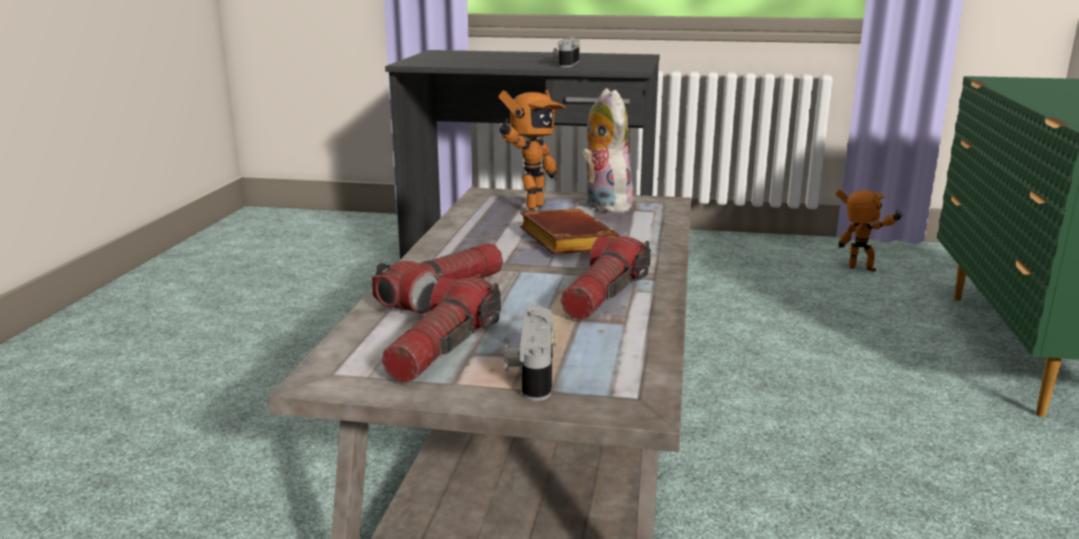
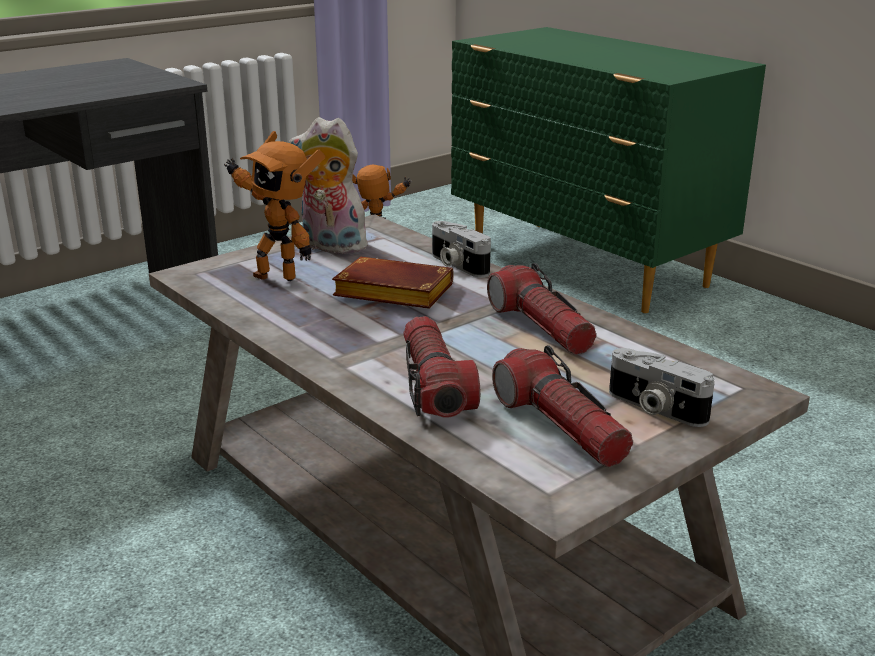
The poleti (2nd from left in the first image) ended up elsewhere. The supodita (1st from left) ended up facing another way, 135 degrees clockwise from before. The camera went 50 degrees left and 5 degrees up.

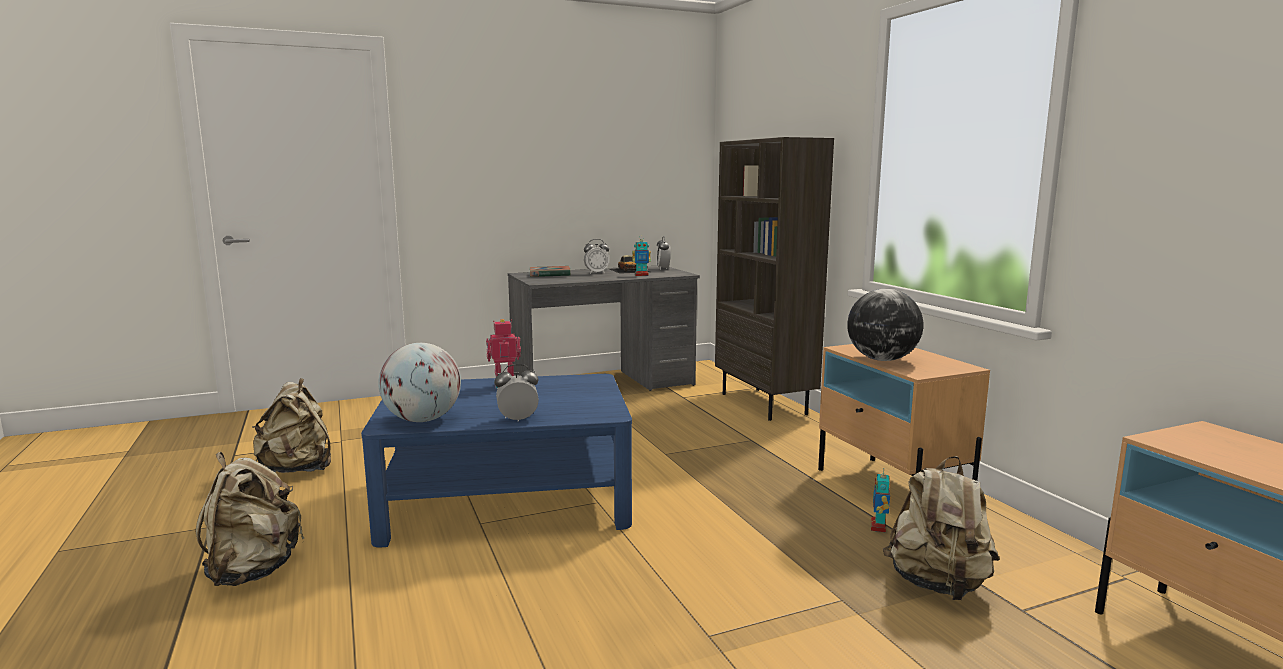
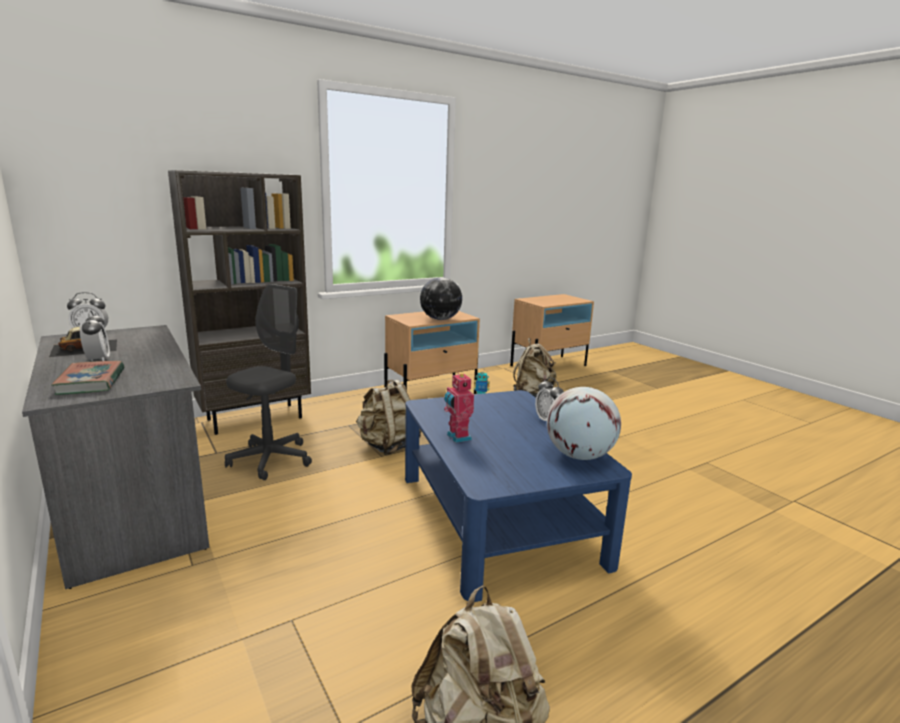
The second view lost the supodita (2nd from left). The second view gained the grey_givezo. The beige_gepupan (1st from left) ended up elsewhere. The camera went 100 degrees left and 5 degrees up.

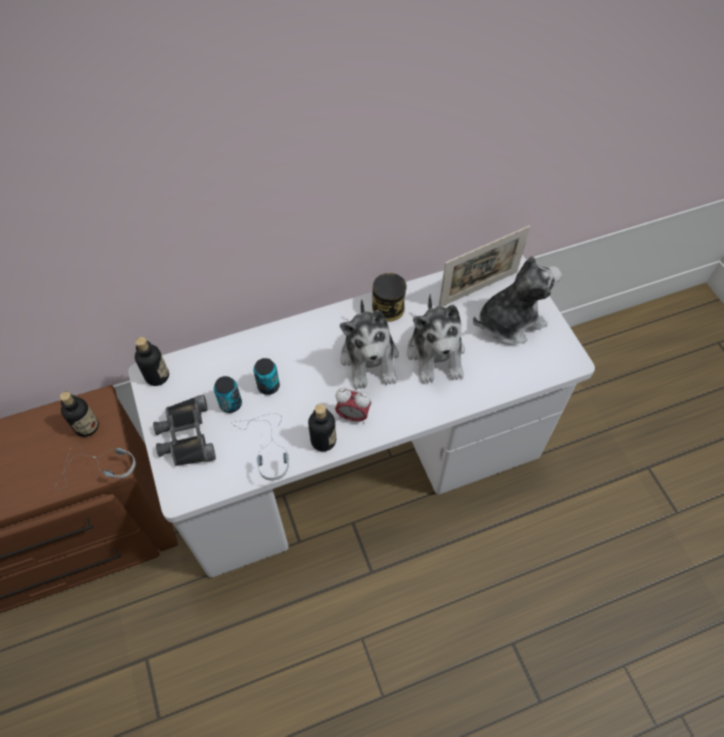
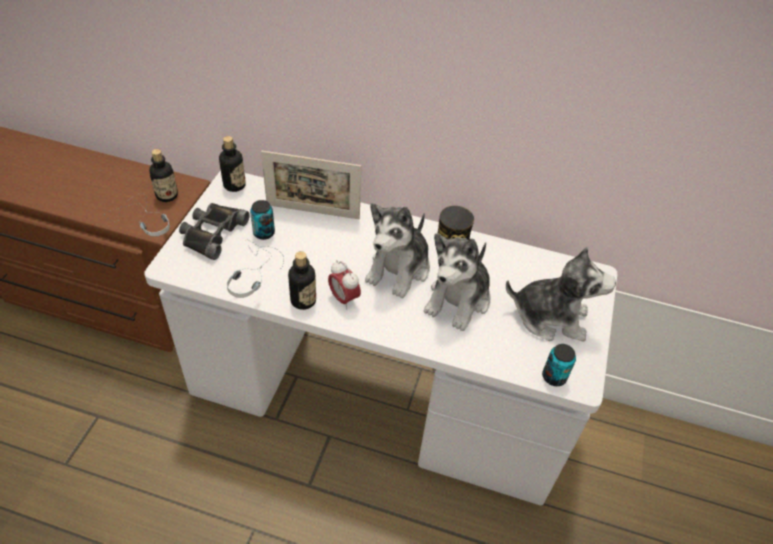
The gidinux (2nd from left in the first image) ended up elsewhere. The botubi ended up elsewhere. The camera went 35 degrees right and 10 degrees down.

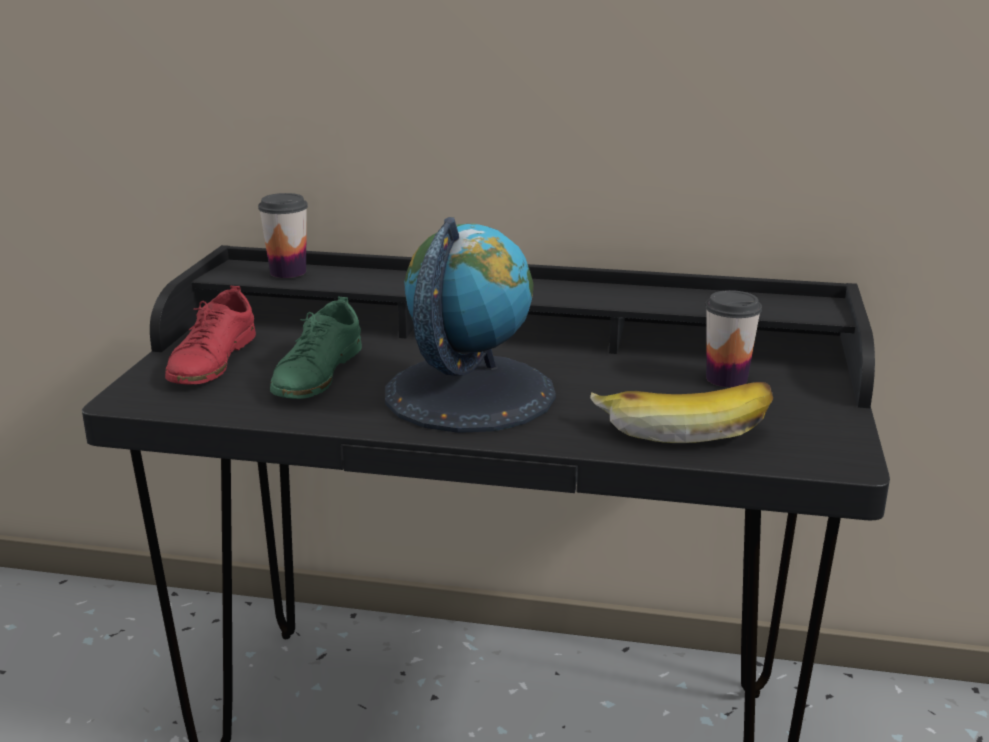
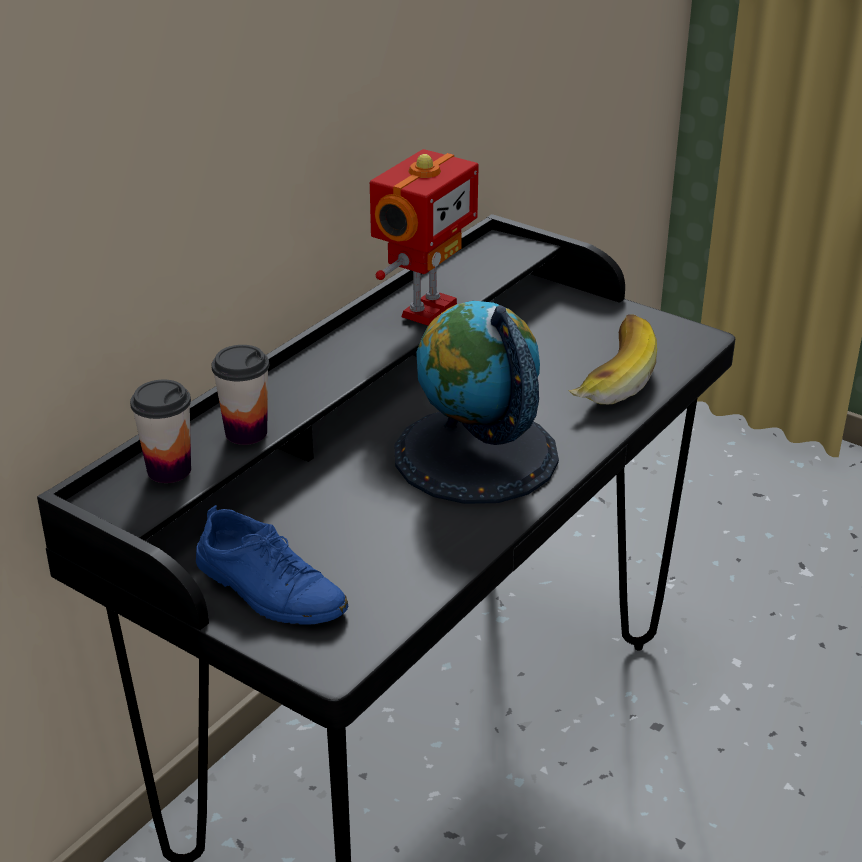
The second view lost the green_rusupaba. The second view gained the supodita. The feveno (2nd from left) ended up elsewhere. What was the red_rusupaba turned into the blue_rusupaba. The camera went 65 degrees left and 10 degrees up.

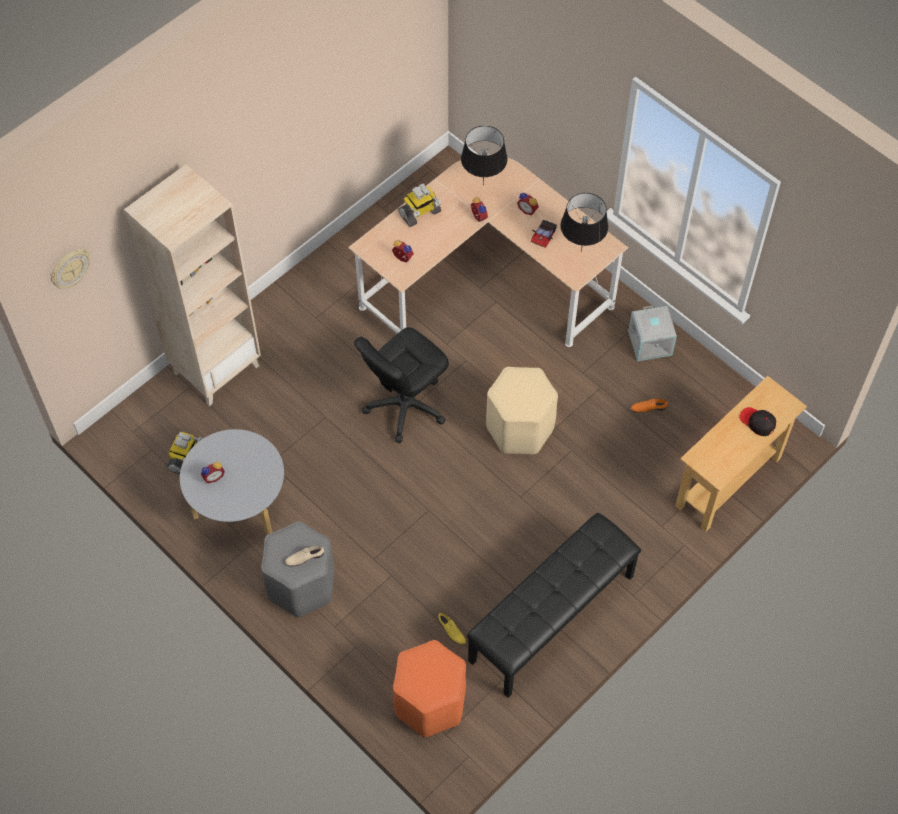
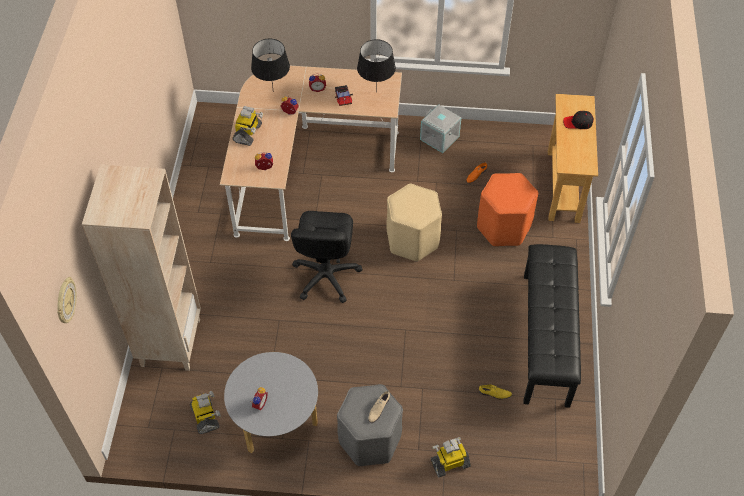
The second view gained the supodita (3rd from left). The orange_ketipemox ended up elsewhere. The camera went 40 degrees left and 5 degrees down.

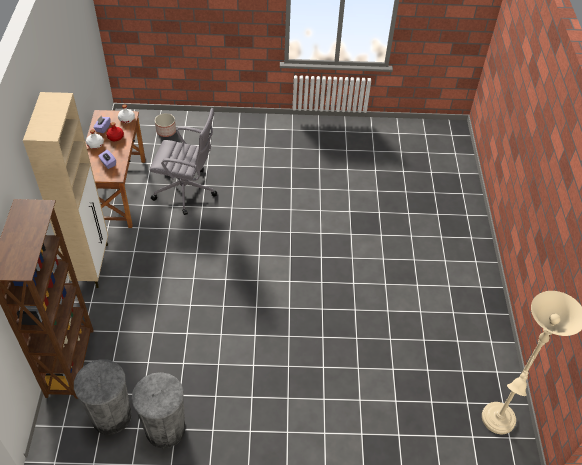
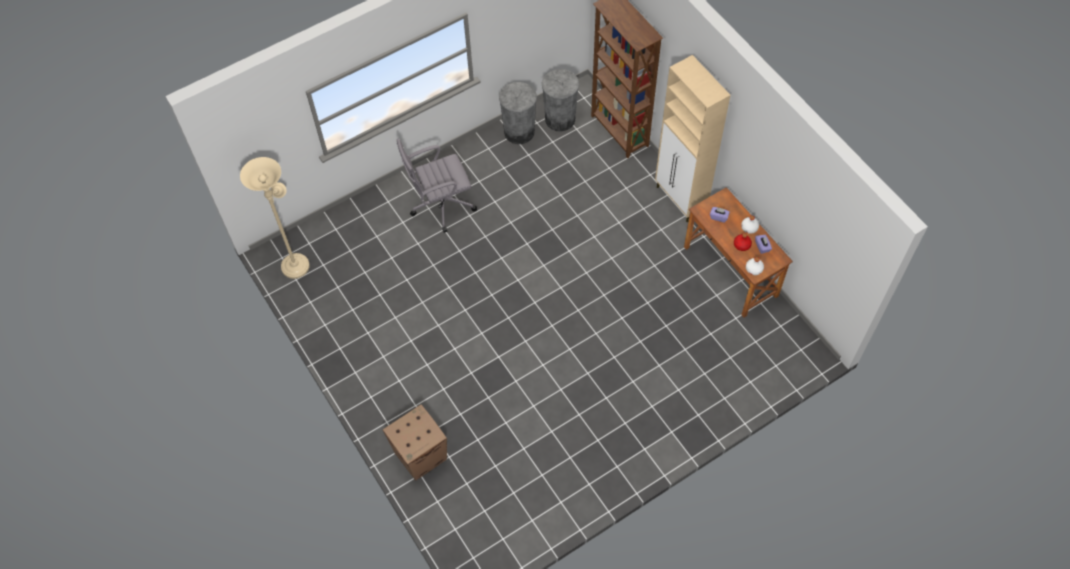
The second view lost the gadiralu. The second view gained the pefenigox. The grey_givezo ended up elsewhere. The camera went 150 degrees right and 10 degrees up.

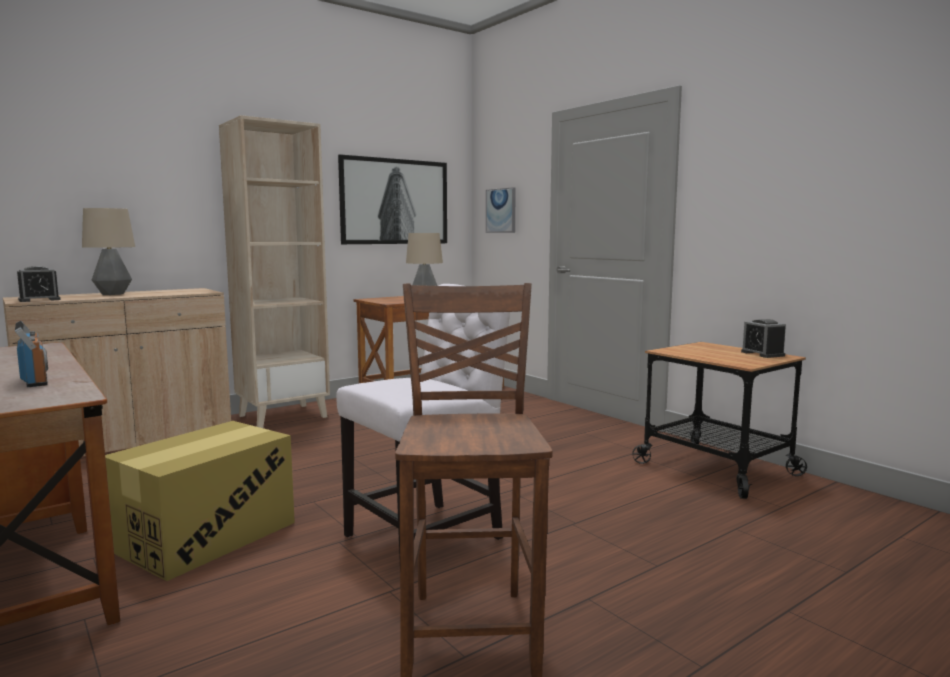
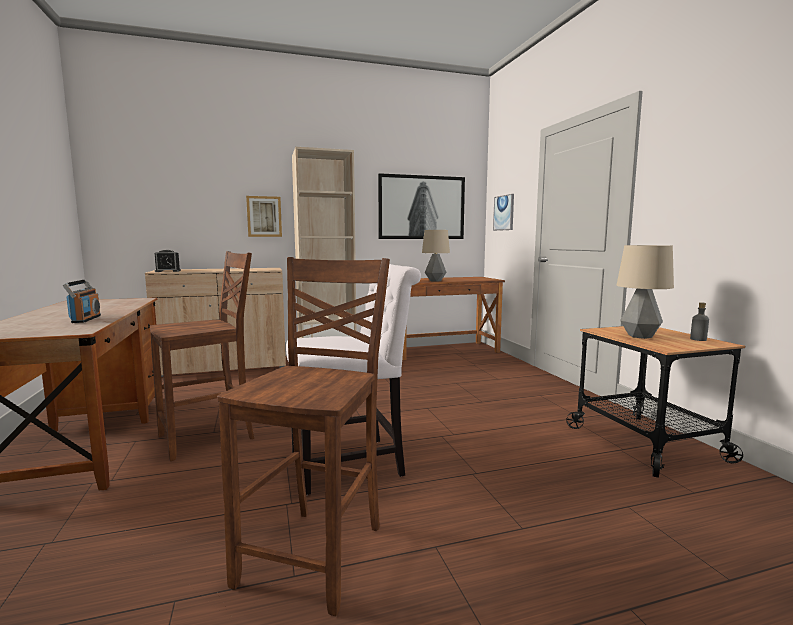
The second view gained the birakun (1st from left). The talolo (1st from left in the first image) ended up elsewhere. Where the pefenigox stood, the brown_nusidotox (1st from left) came to stand. Where the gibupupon (2nd from left) stood, the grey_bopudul came to stand. The camera went 20 degrees right and 0 degrees up.

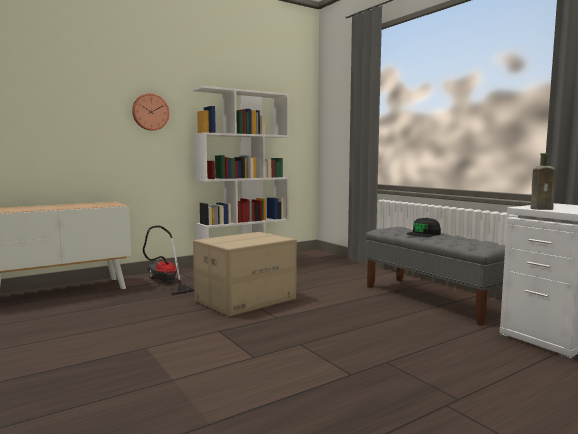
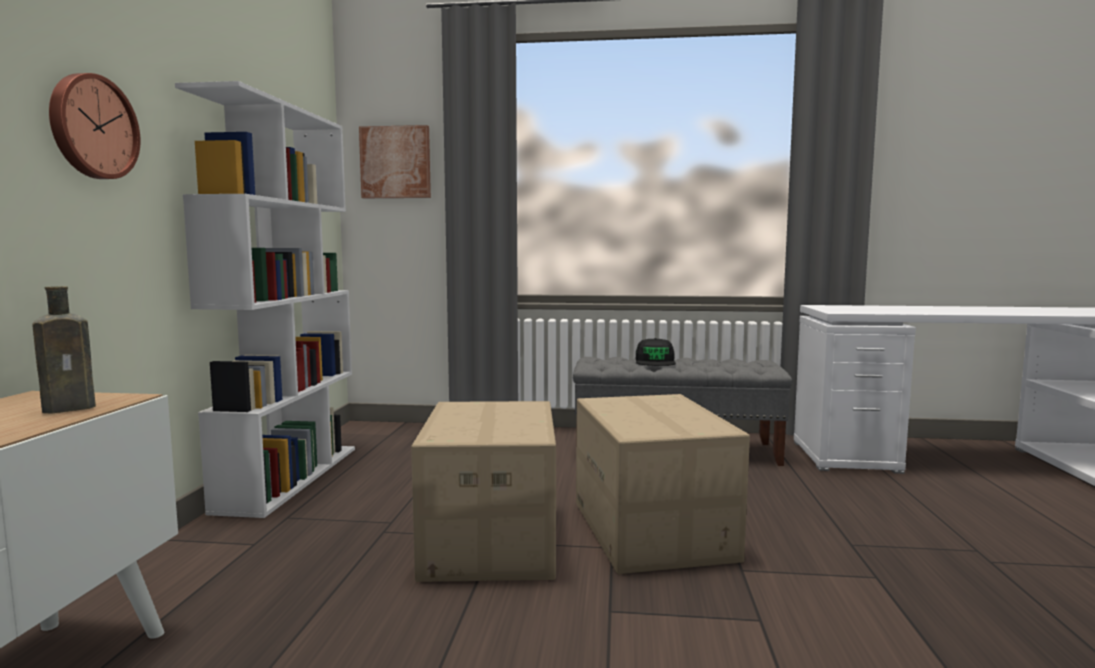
The second view lost the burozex. The second view gained the birakun. The second view gained the pefenigox (2nd from left). The brown_bopudul ended up elsewhere. The camera went 50 degrees left and 0 degrees up.

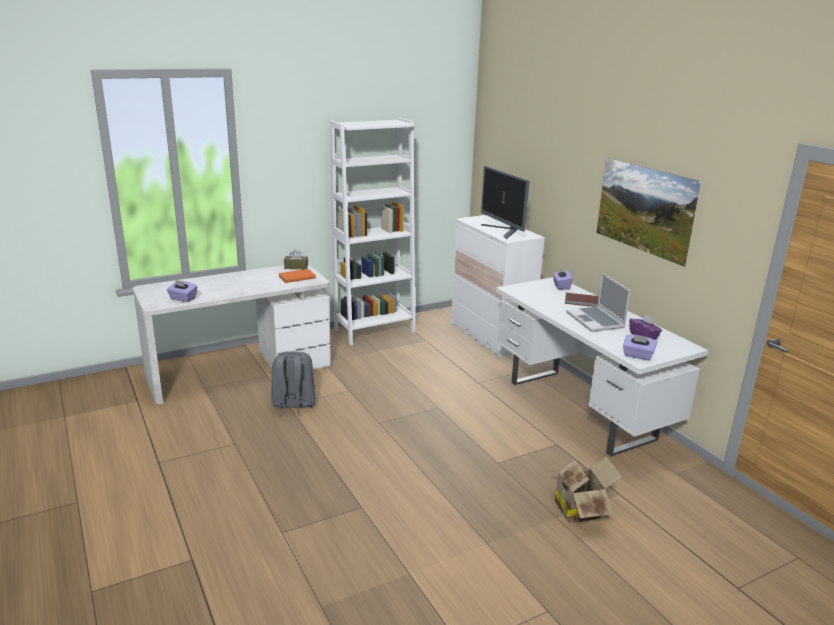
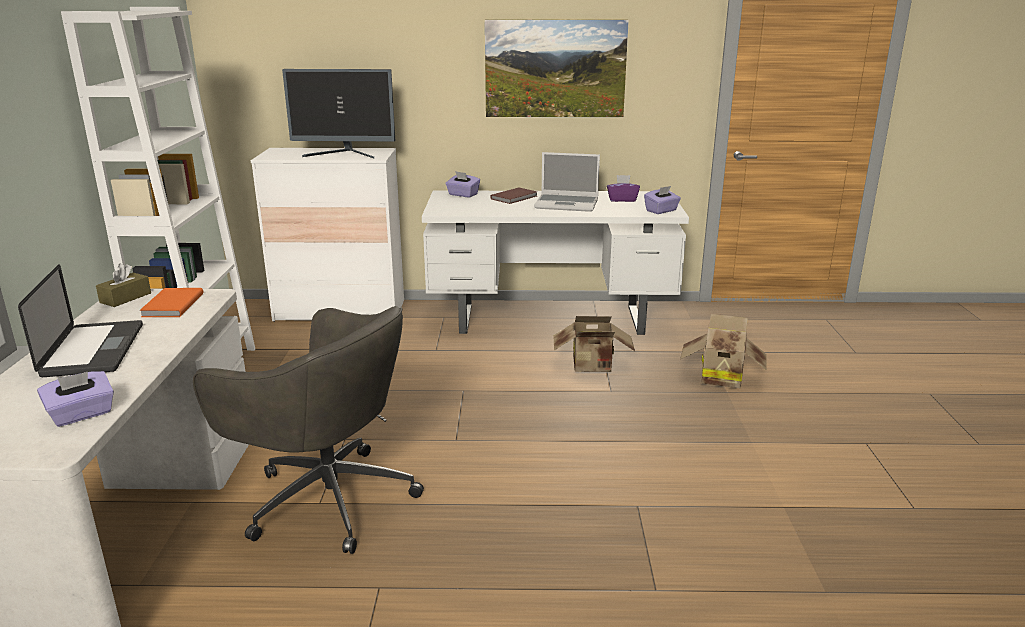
The second view gained the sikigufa (1st from left). The second view gained the pefenigox (1st from left). Where the grey_gepupan stood, the grey_givezo came to stand. The camera went 60 degrees left and 0 degrees up.

